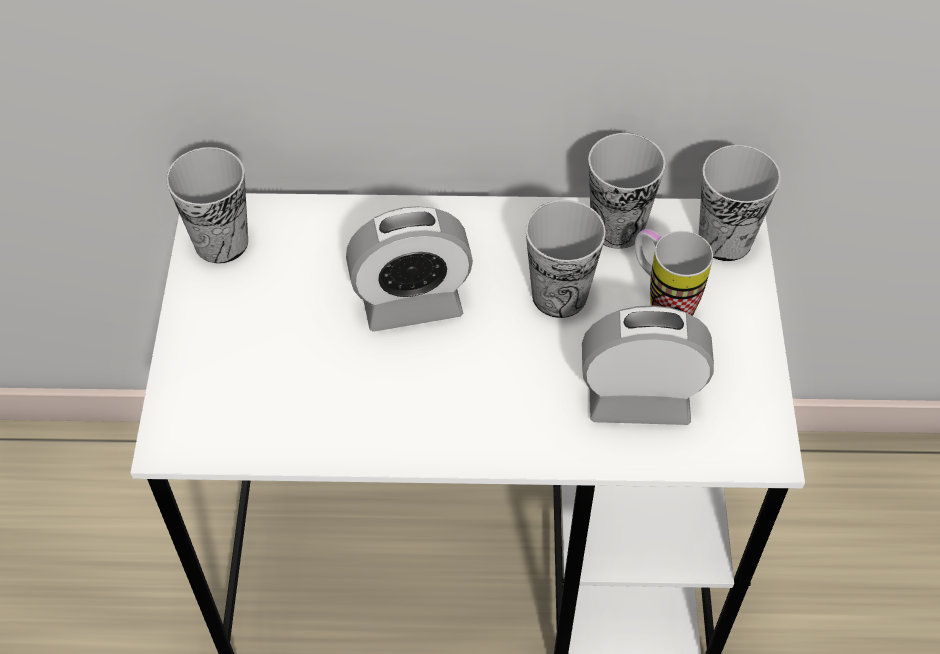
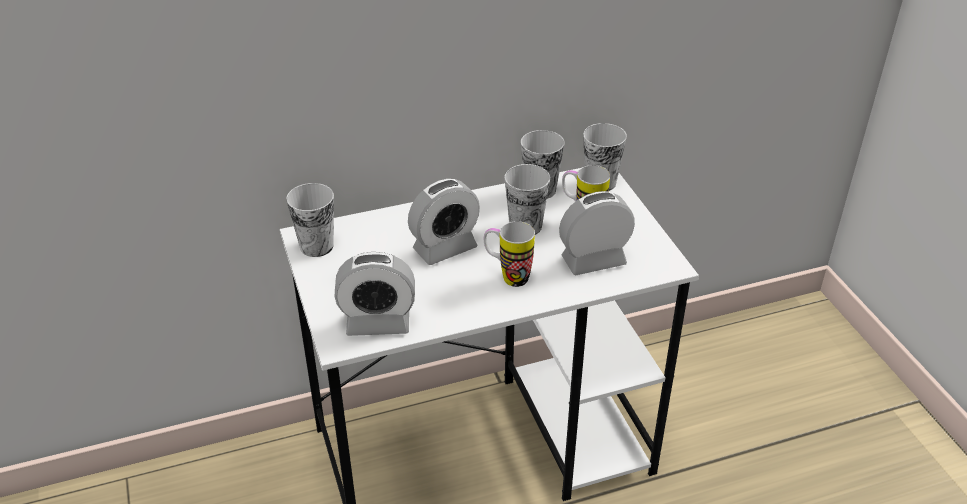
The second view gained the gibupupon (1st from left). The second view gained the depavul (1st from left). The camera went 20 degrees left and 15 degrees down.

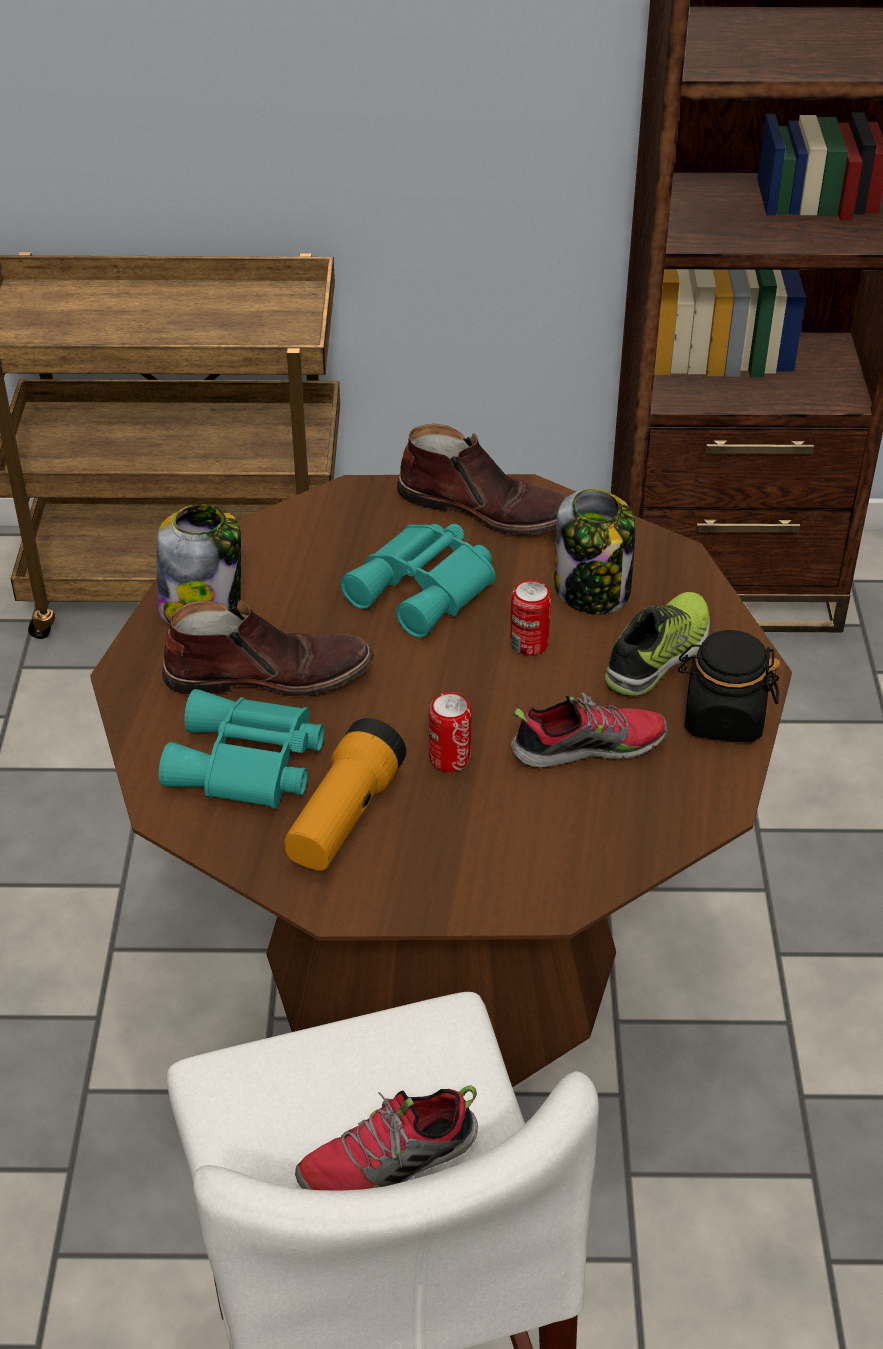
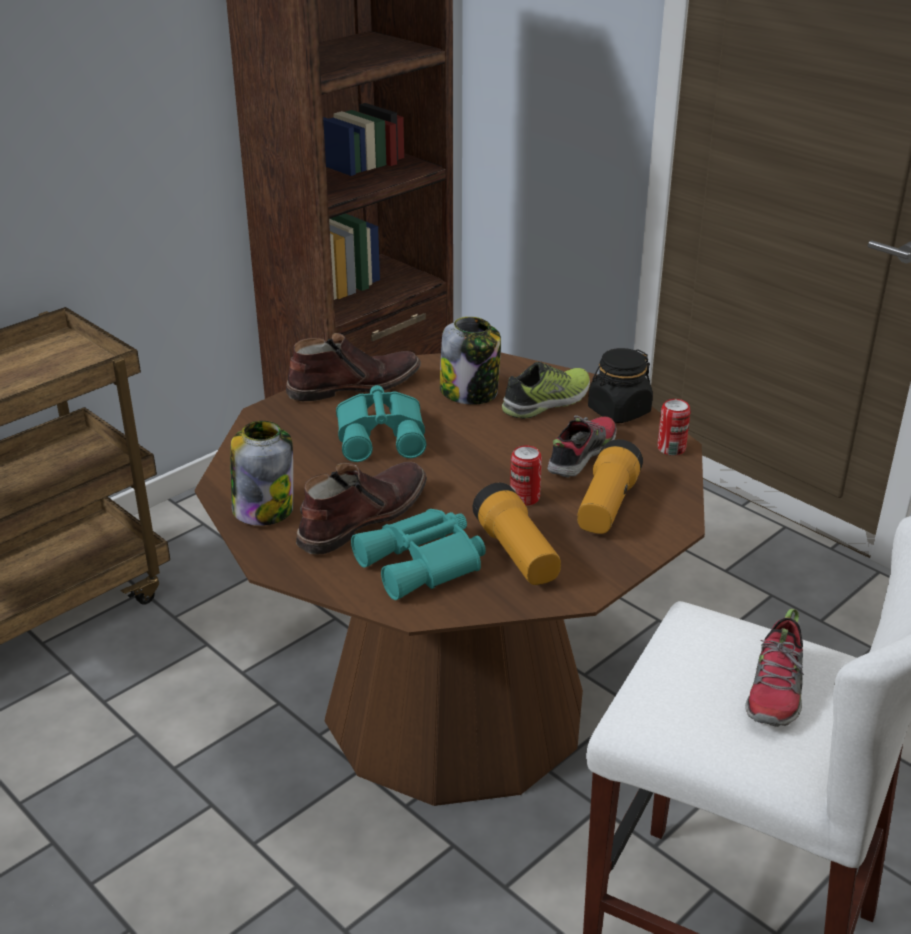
The second view gained the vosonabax (2nd from left). The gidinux (2nd from left) ended up elsewhere. The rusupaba (3rd from left in the first image) ended up facing another way, 60 degrees clockwise from before. The camera went 45 degrees left and 10 degrees down.

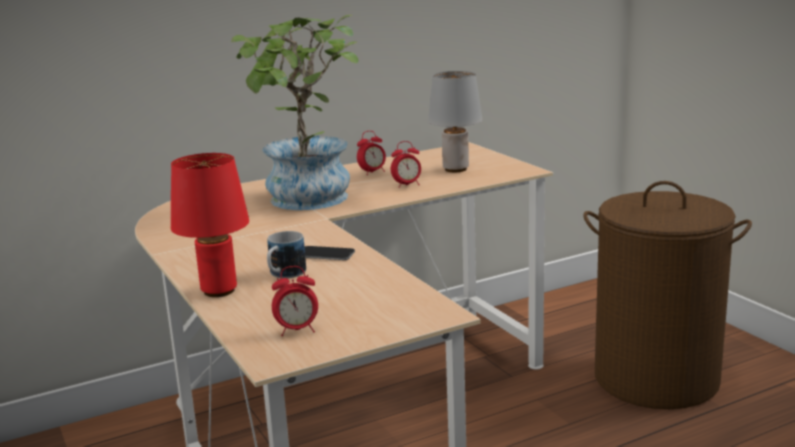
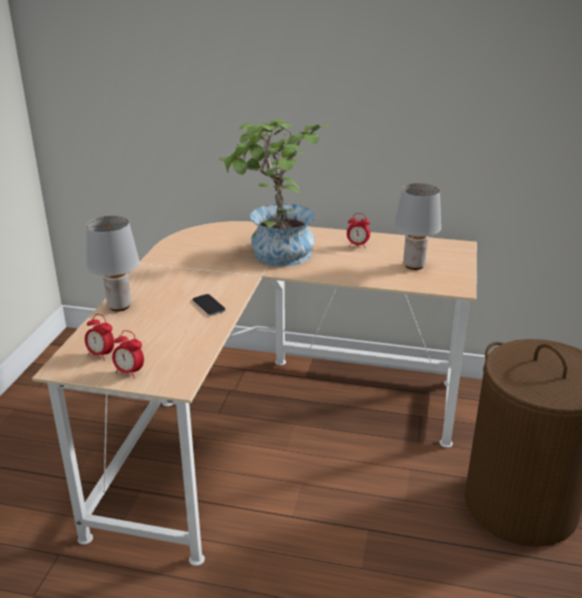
The second view lost the depavul. The gibupupon (3rd from left in the first image) ended up elsewhere. What was the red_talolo turned into the grey_talolo (1st from left). The camera went 40 degrees right and 10 degrees up.

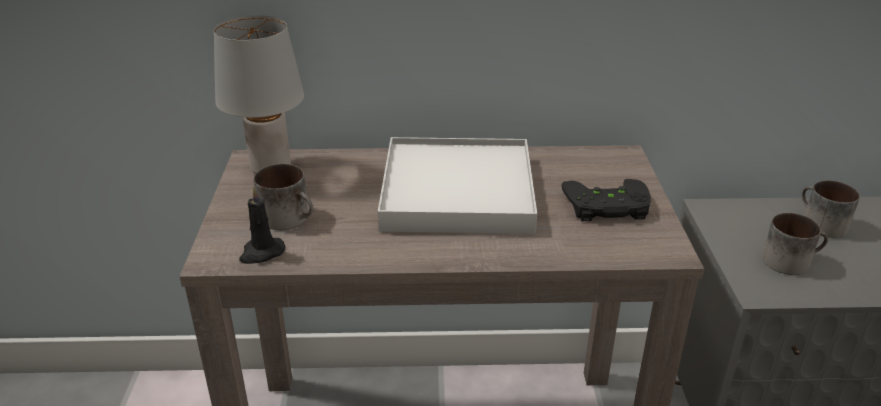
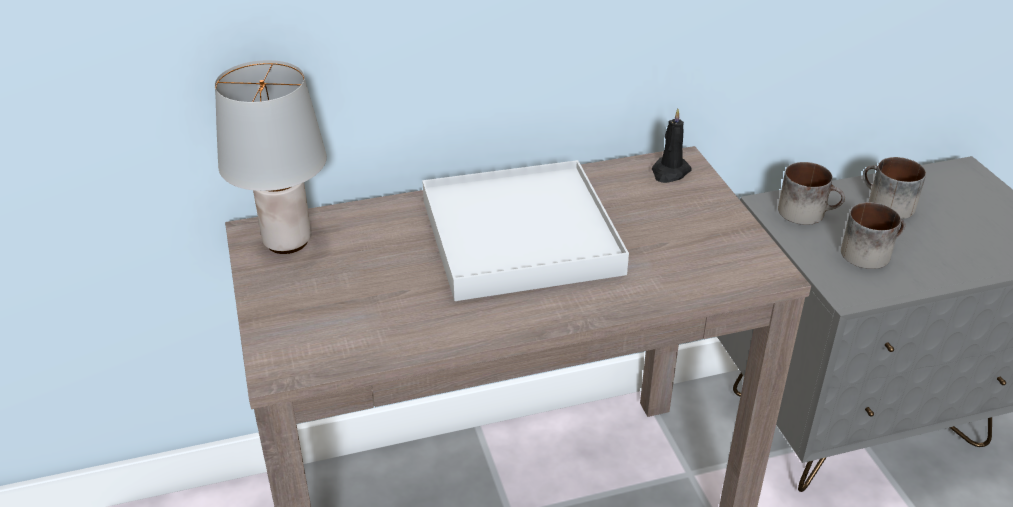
The second view lost the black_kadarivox. The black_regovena ended up elsewhere. The depavul (1st from left) ended up elsewhere. The camera went 15 degrees left and 5 degrees up.

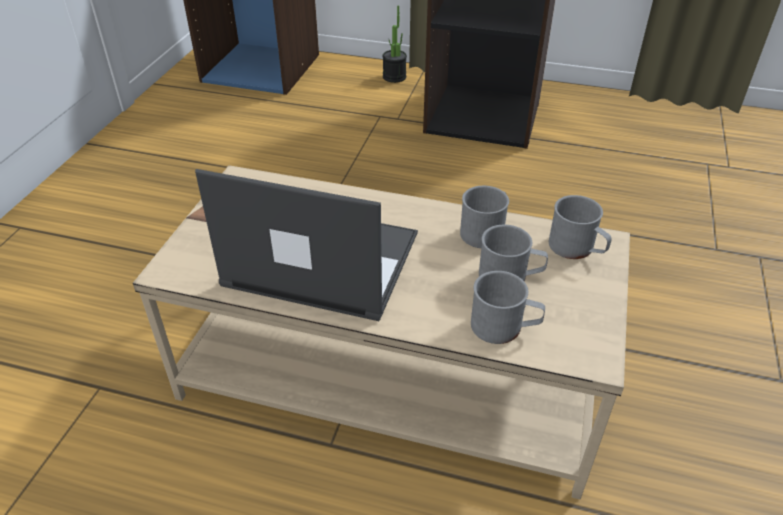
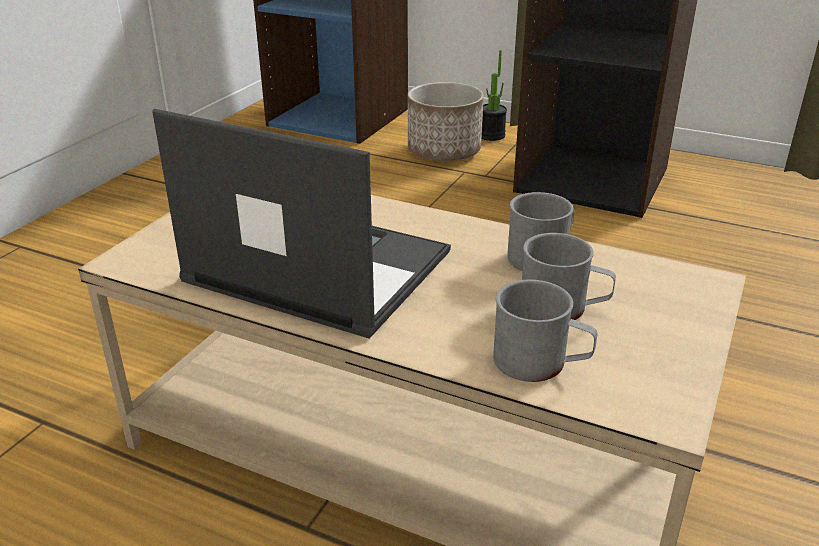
The second view lost the grey_depavul (4th from left). The second view gained the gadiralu. The camera went 10 degrees right and 10 degrees down.

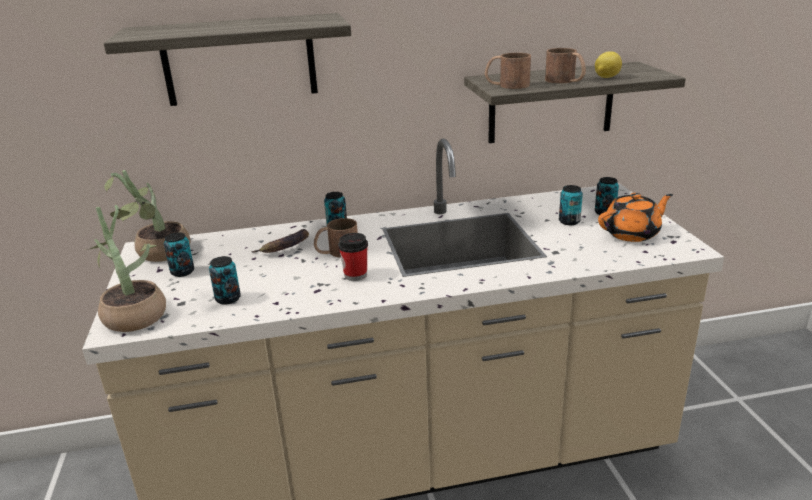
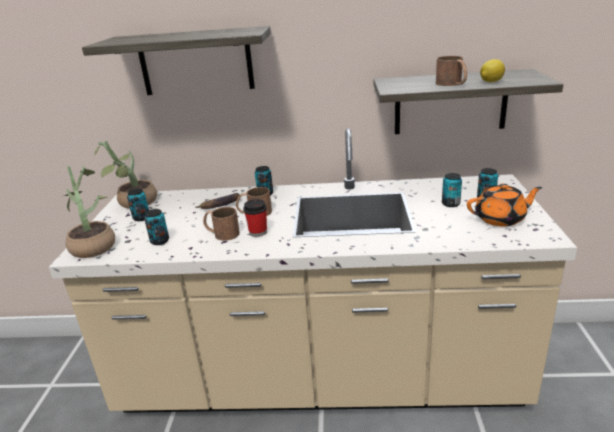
The brown_depavul (2nd from left in the first image) ended up elsewhere. The camera went 15 degrees right and 0 degrees up.

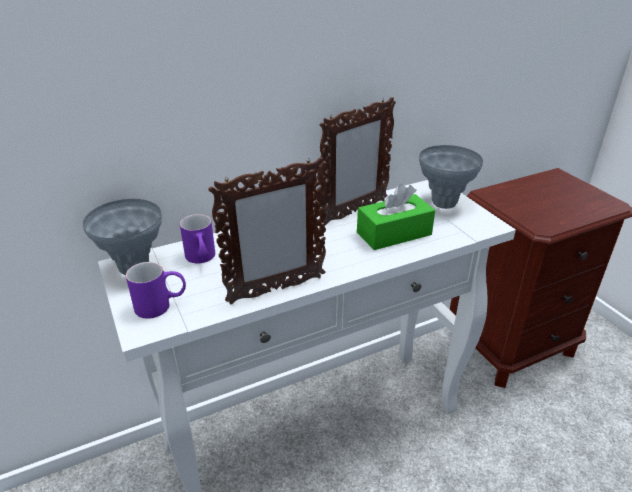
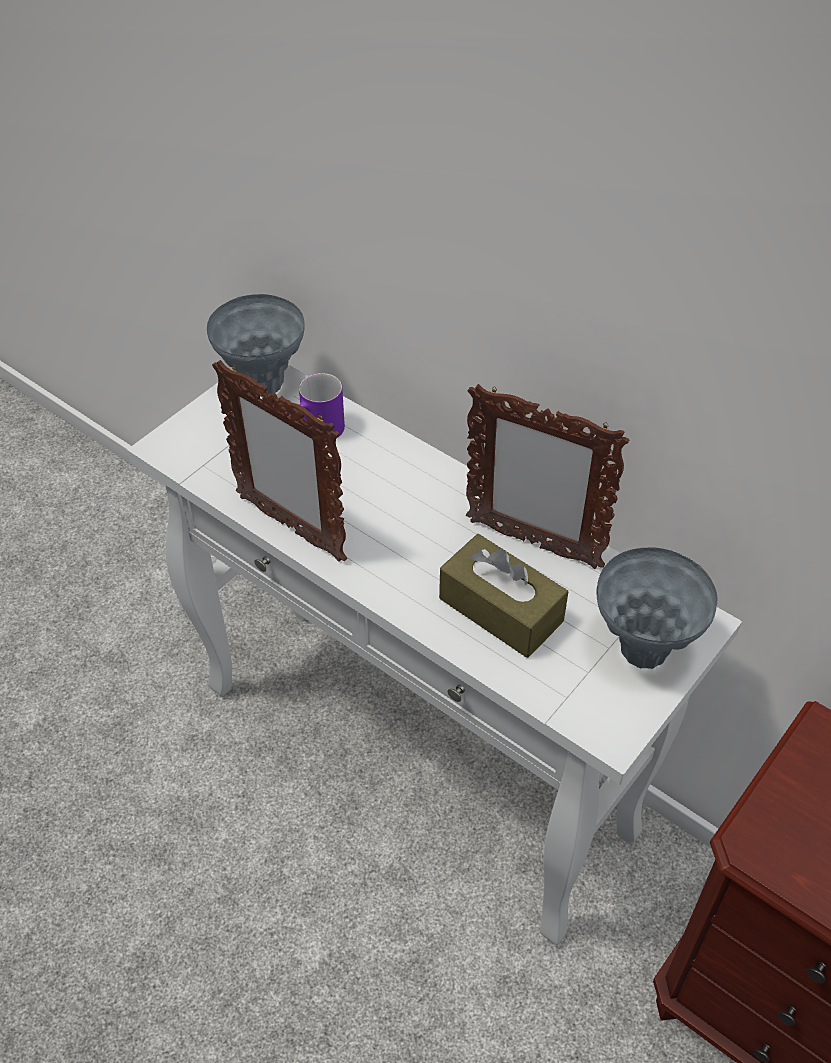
The second view lost the purple_depavul (1st from left). What was the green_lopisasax turned into the brown_lopisasax. The camera went 65 degrees right and 15 degrees up.

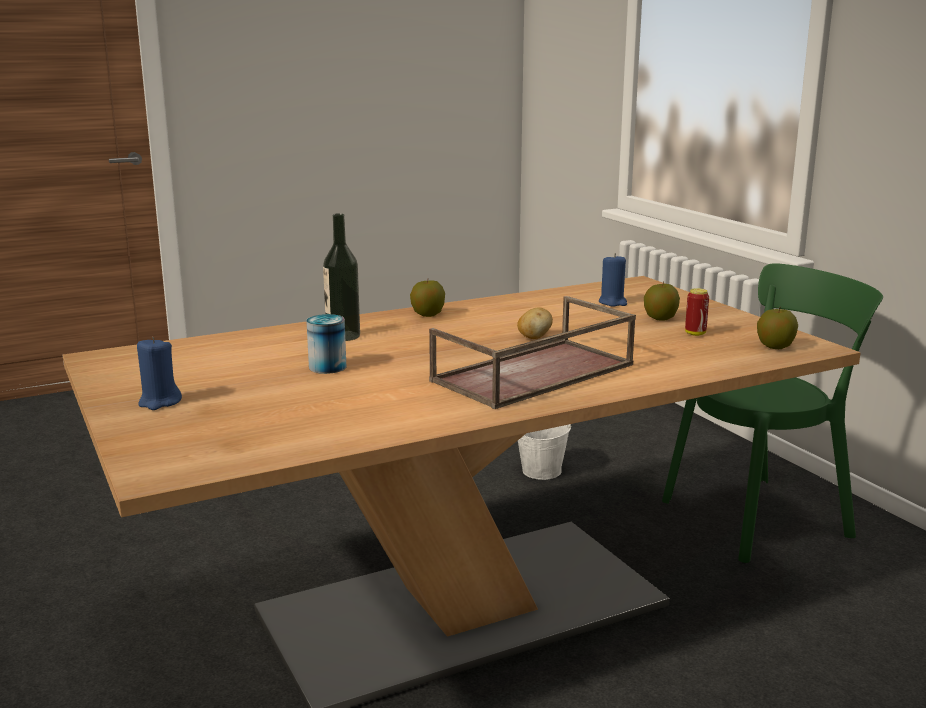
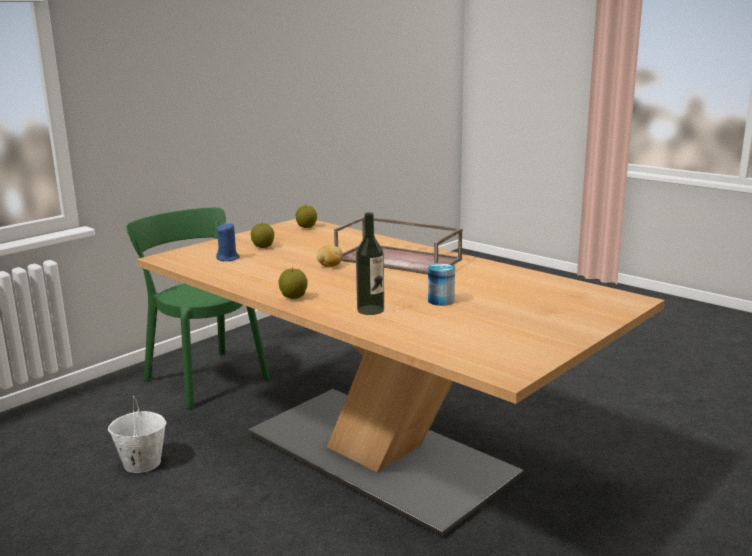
The second view lost the blue_regovena (1st from left). The second view lost the gidinux (2nd from left). The camera went 110 degrees left and 0 degrees up.

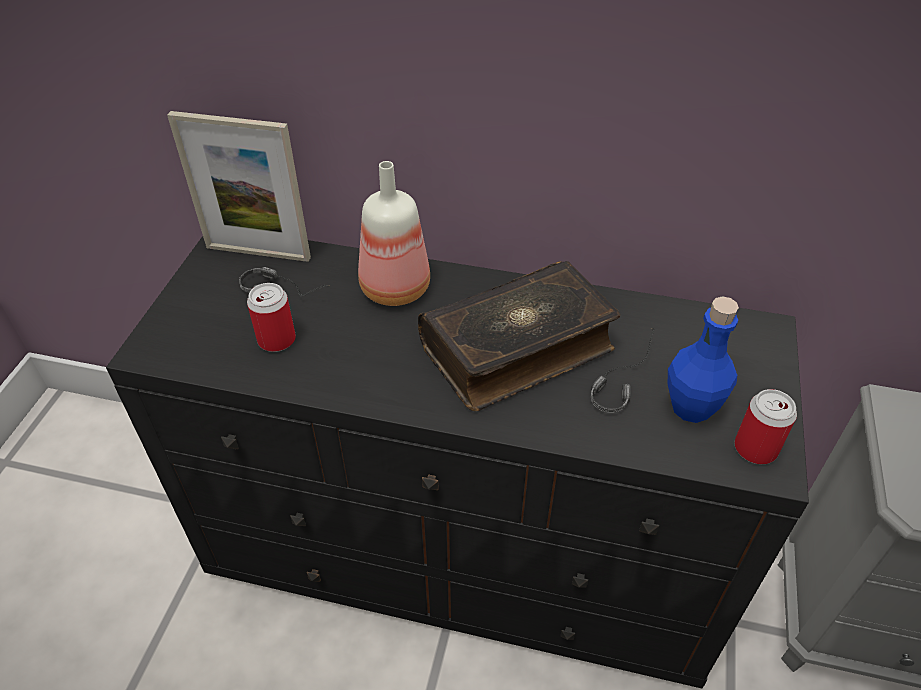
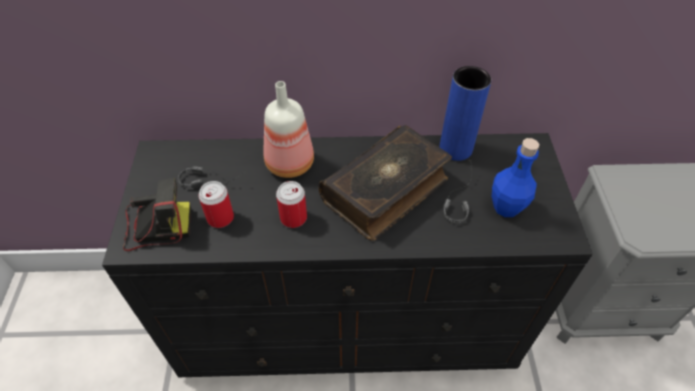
The second view lost the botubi. The second view gained the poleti. The second view gained the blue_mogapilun. The gidinux (2nd from left) ended up elsewhere. The camera went 15 degrees left and 5 degrees up.

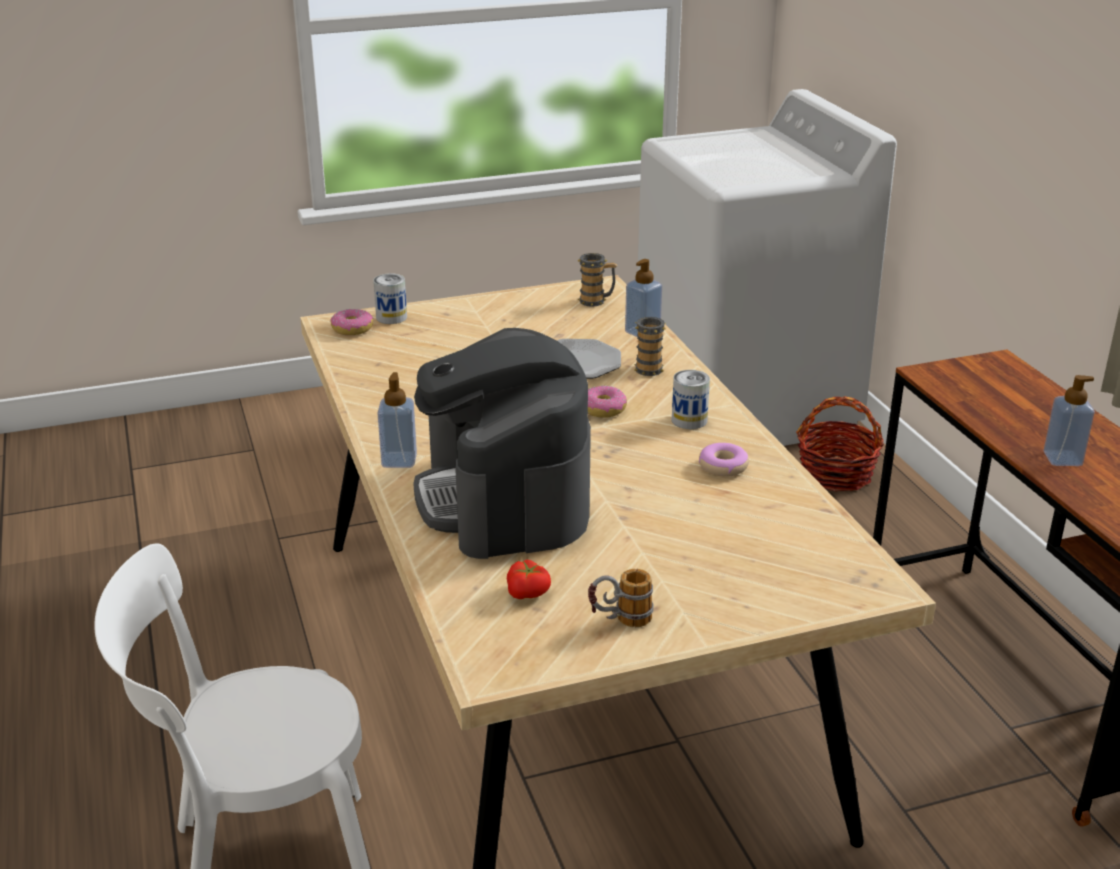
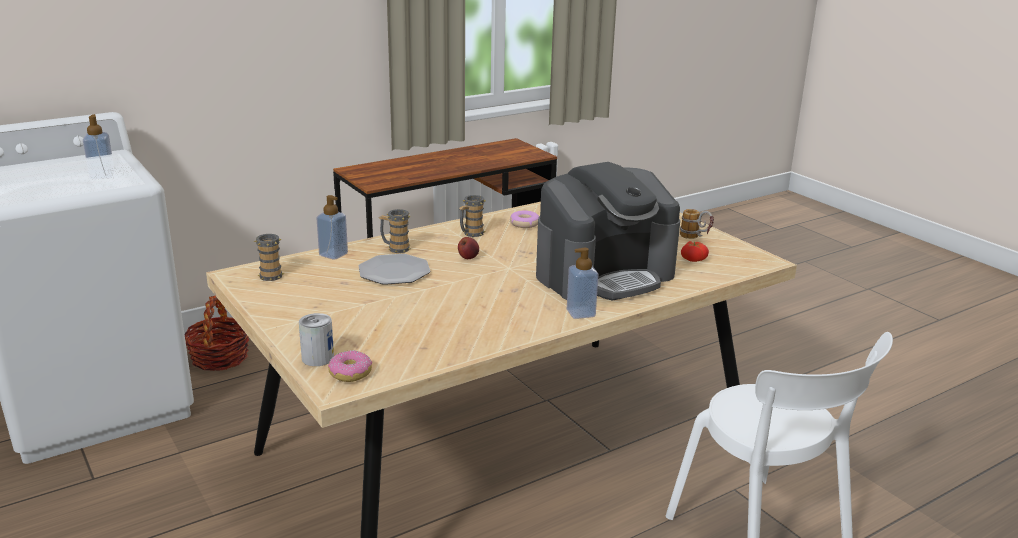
The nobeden (3rd from left in the first image) ended up elsewhere. Where the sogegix (2nd from left) stood, the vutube came to stand. Where the gidinux (2nd from left) stood, the depavul (3rd from left) came to stand. The camera went 105 degrees left and 5 degrees down.

